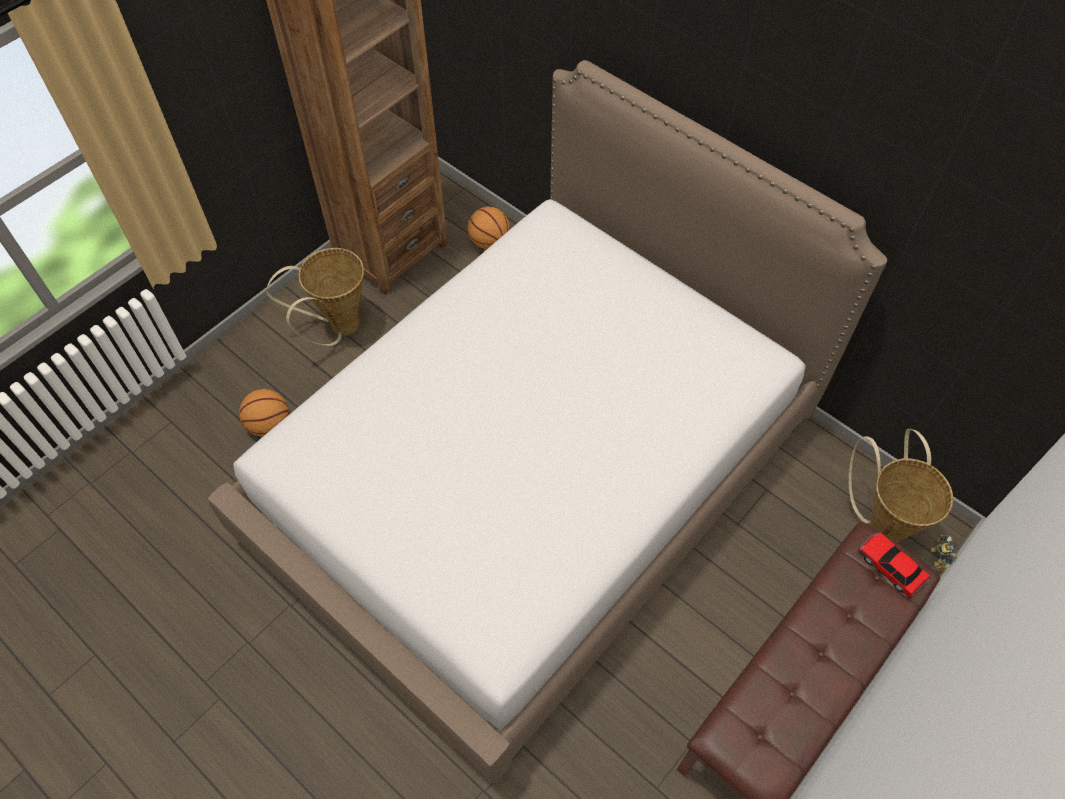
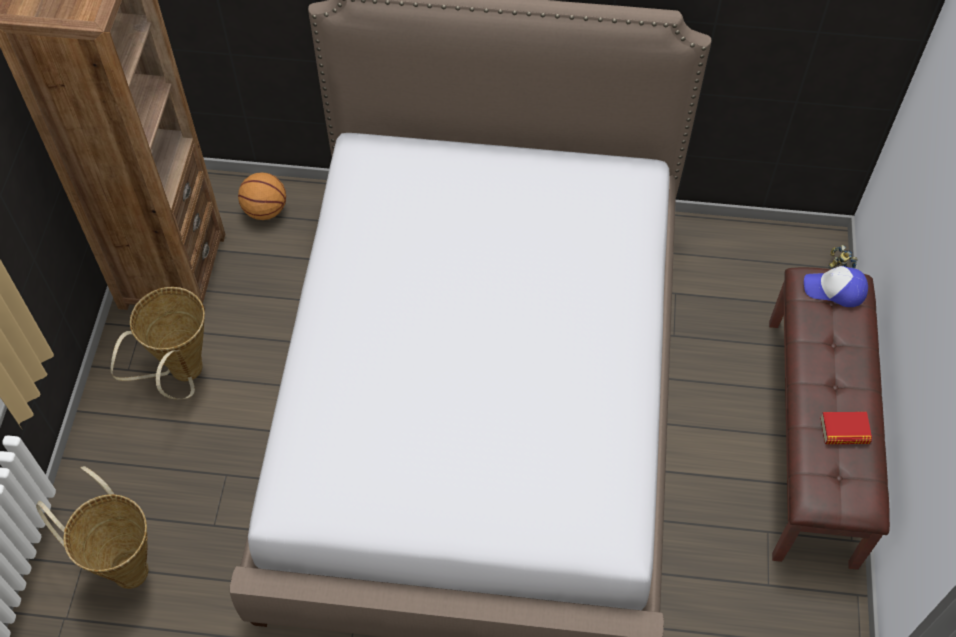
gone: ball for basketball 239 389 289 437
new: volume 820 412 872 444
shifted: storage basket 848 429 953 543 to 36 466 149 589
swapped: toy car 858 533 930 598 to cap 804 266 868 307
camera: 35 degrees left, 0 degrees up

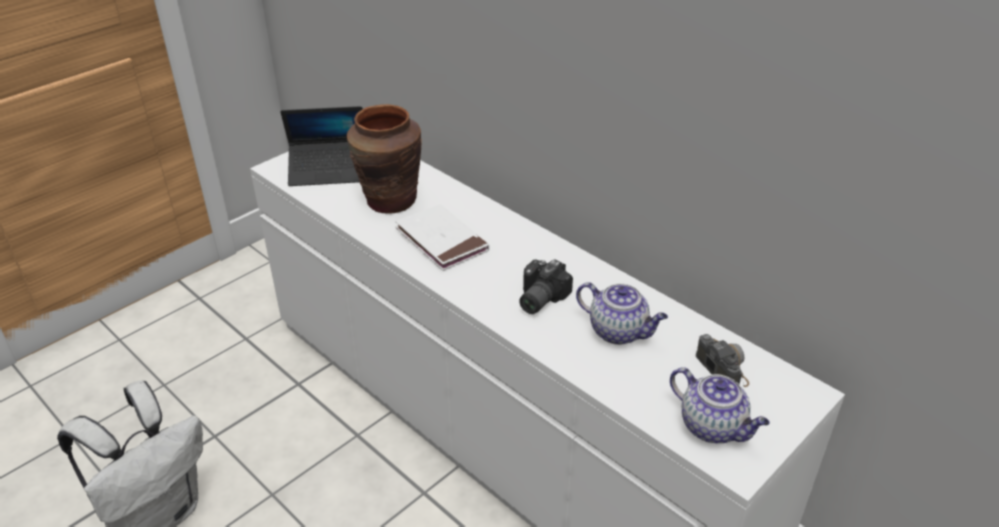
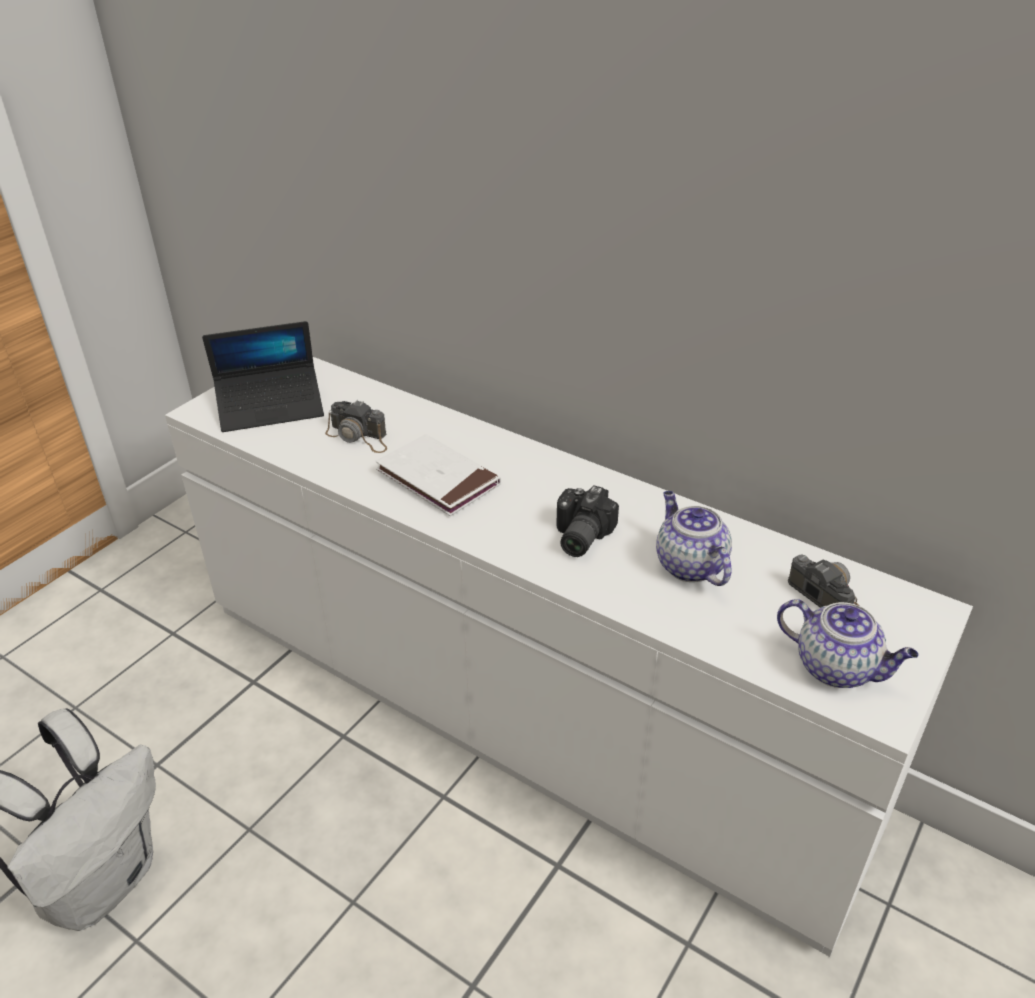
swapped: vase (brownish) 347 104 422 214 to photo camera 325 400 387 453
rotated: pot for tea 576 282 668 345 = 656 491 732 586 135 degrees counterclockwise
camera: 10 degrees left, 0 degrees up

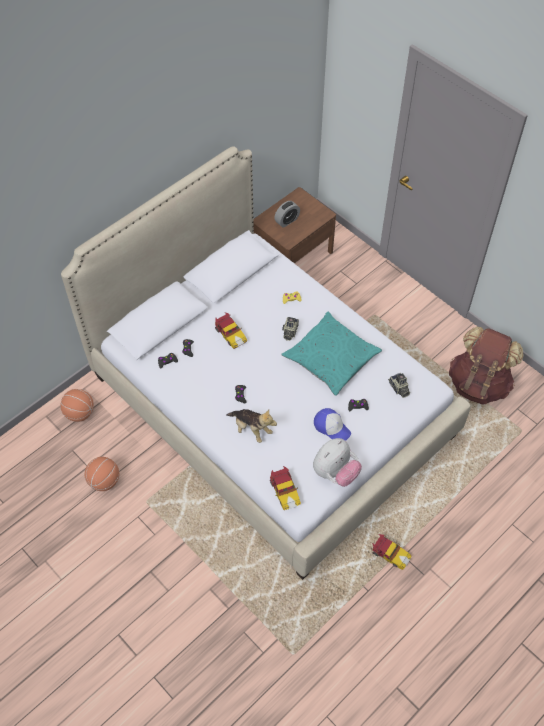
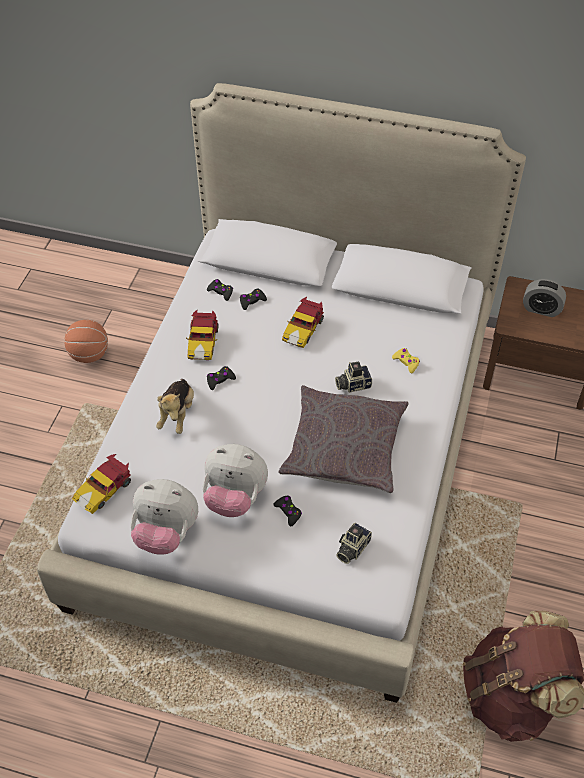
gone: ball for basketball 60 389 94 422
shifted: toy car 372 534 412 570 to 186 310 219 360
swapped: cap 314 408 351 441 to plush toy 202 444 268 517
repainted: throw pillow (blue-green) 282 311 382 396 to throw pillow (grey) 279 385 408 493
camera: 60 degrees right, 5 degrees down

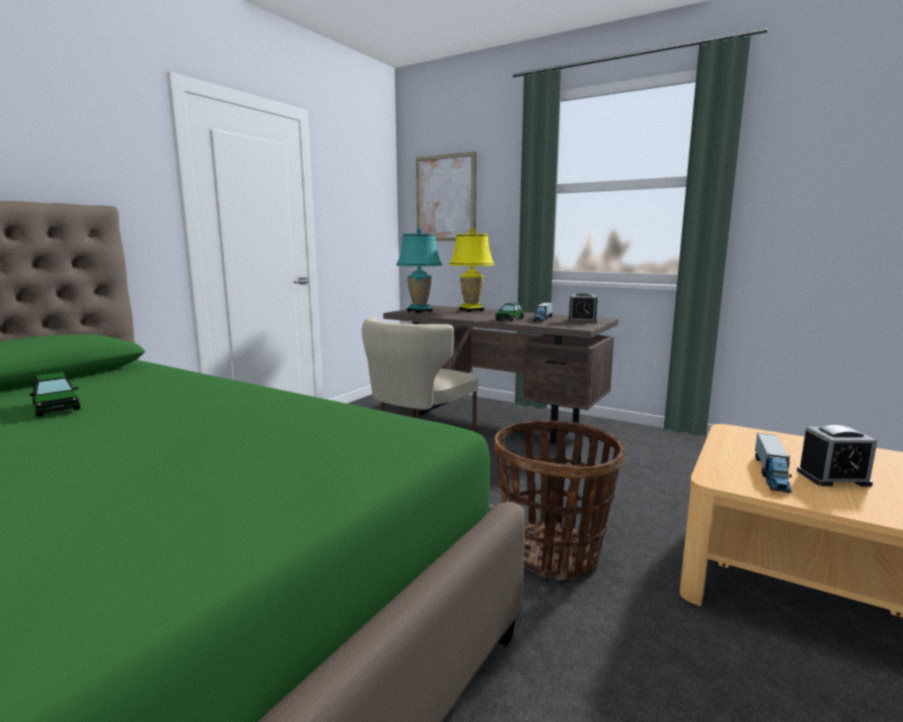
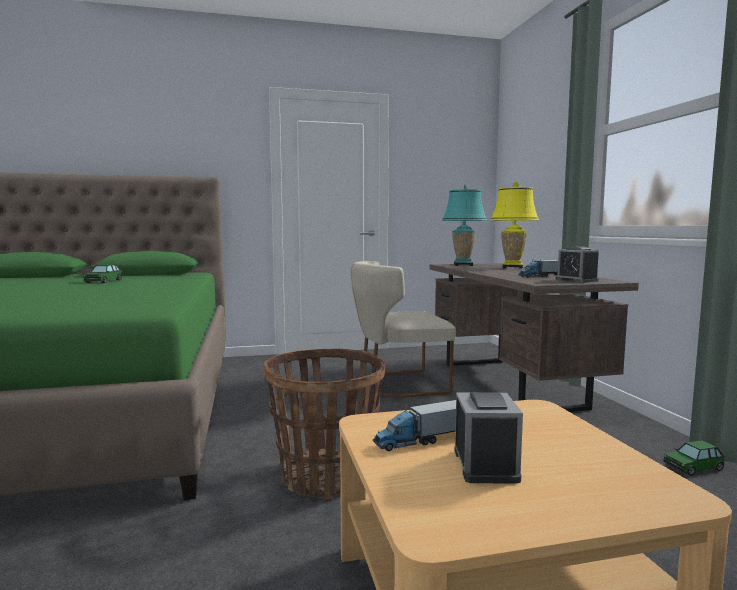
gone: wall art 416 152 477 241
shifted: toy car 495 303 524 321 to 663 440 725 476
rotated: alarm clock 797 425 878 486 = 455 392 523 484 135 degrees counterclockwise
camera: 45 degrees right, 5 degrees down

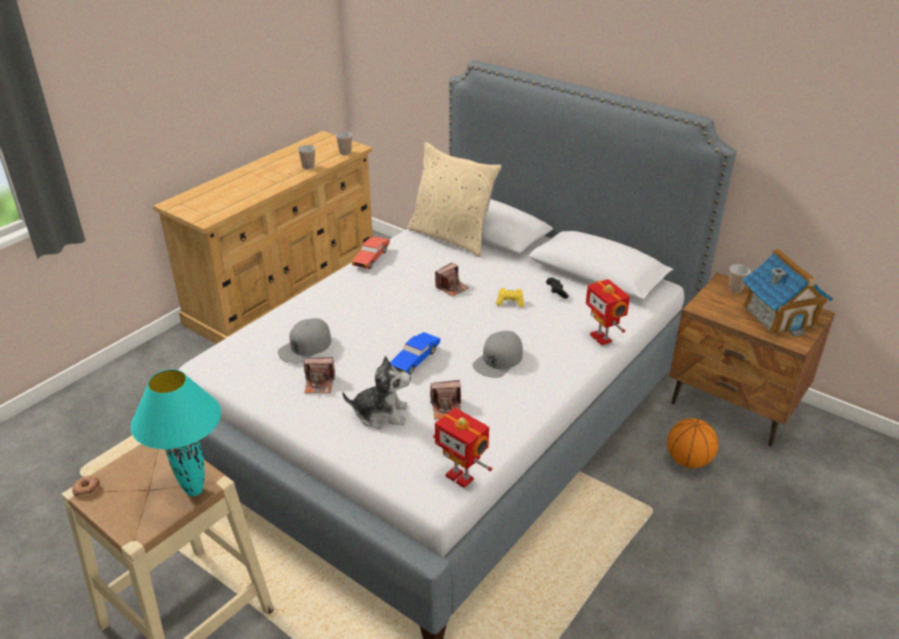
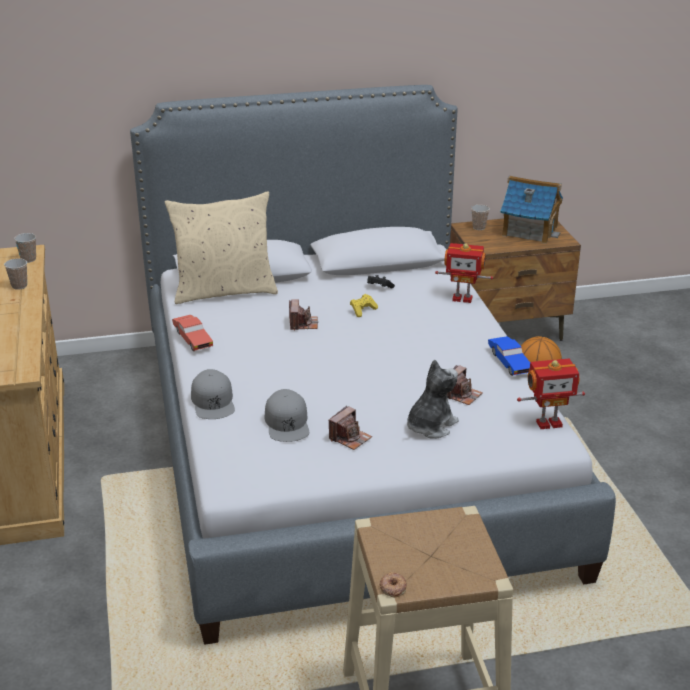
gone: table lamp (blue-green) 131 369 221 496
shifted: toy car (blue-coloured) 390 332 441 375 to 488 336 530 376; cap (grey) 473 331 523 378 to 191 369 235 419
camera: 50 degrees left, 5 degrees down

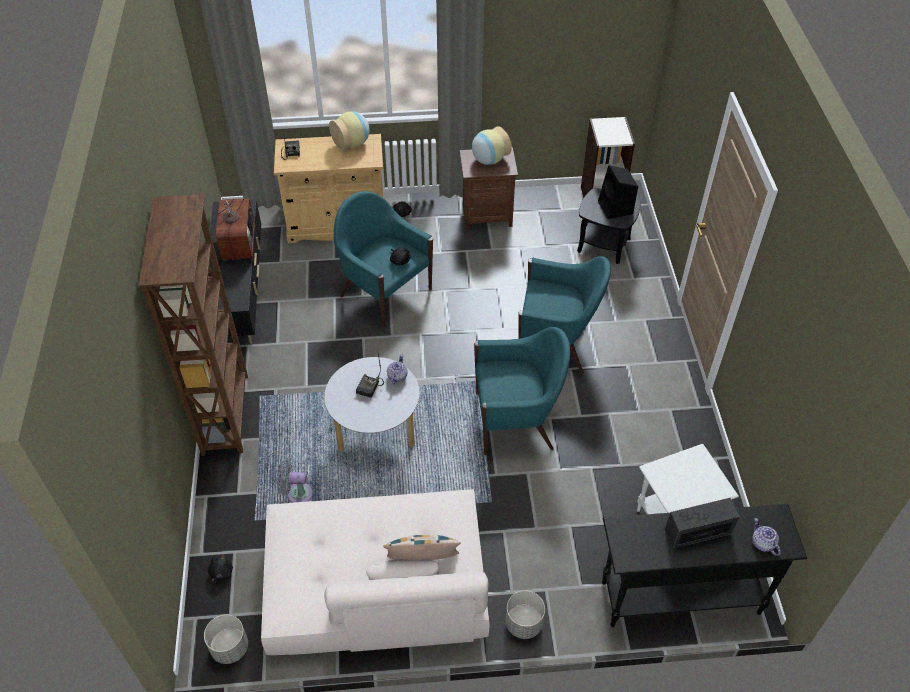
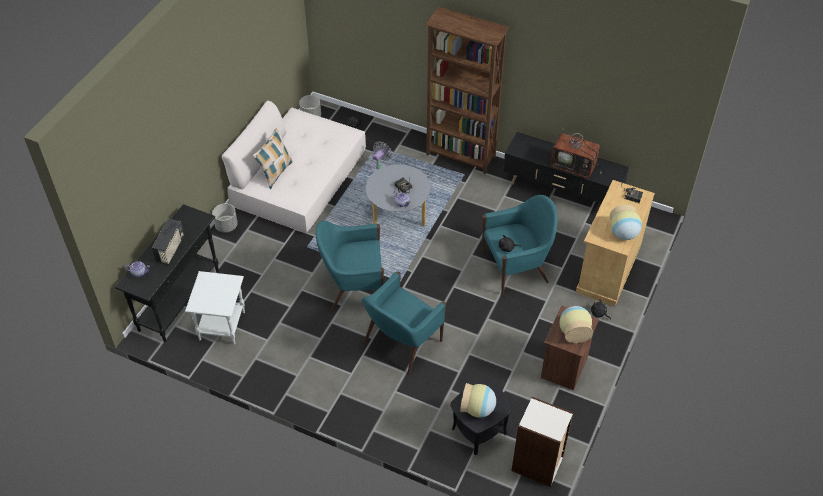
swapped: speaker (black-coloured) 598 165 638 219 to vase 460 383 496 418
rotated: lounge chair (blue-green) 474 327 570 455 = 316 220 384 311 60 degrees clockwise
camera: 120 degrees right, 0 degrees up

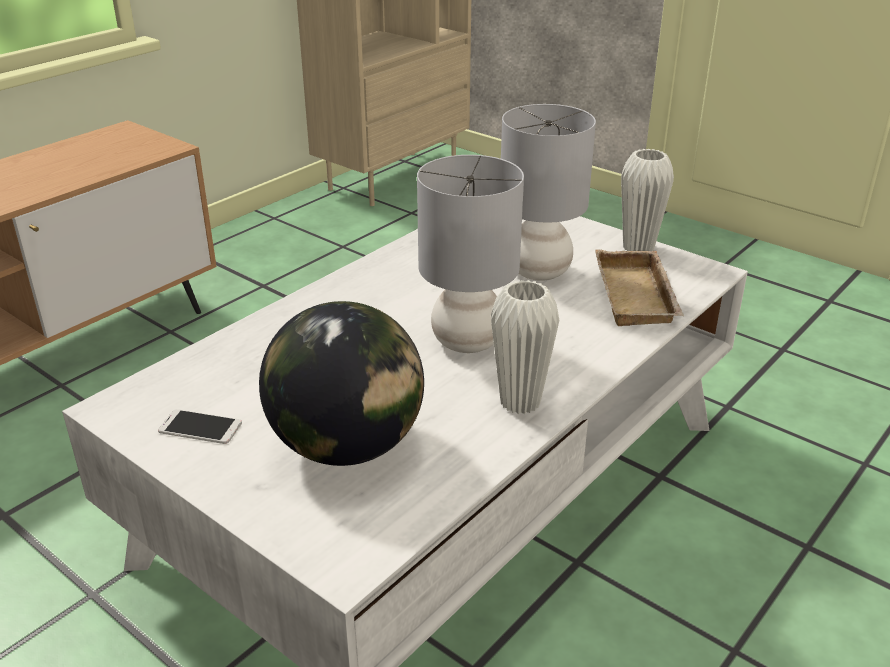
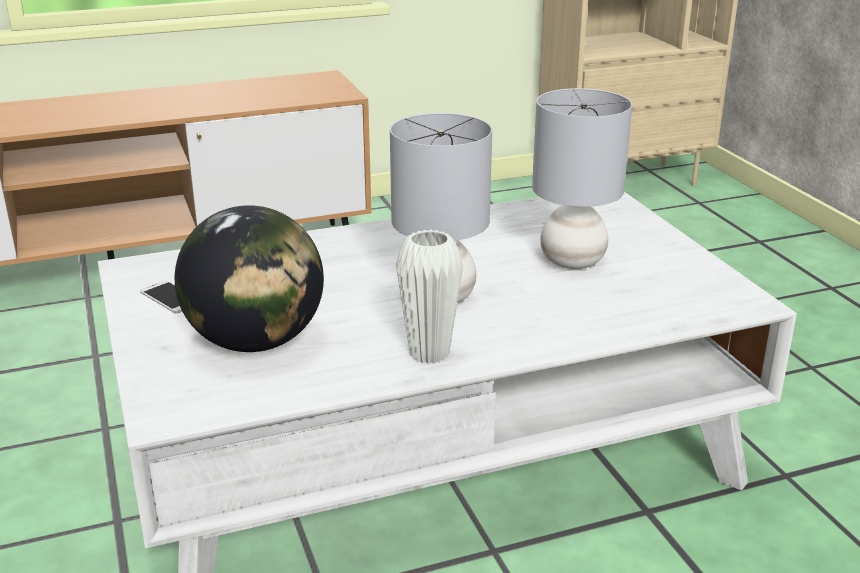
gone: serving tray (beige) 595 249 684 326; vase (white-coloured) 621 149 674 251
camera: 30 degrees right, 5 degrees down

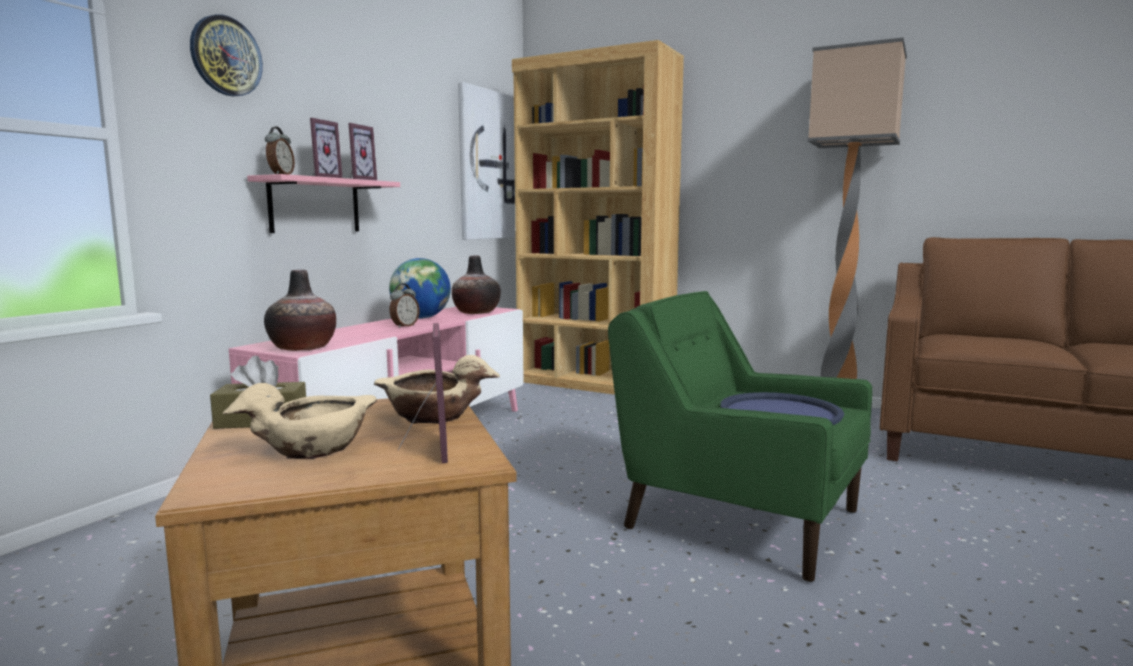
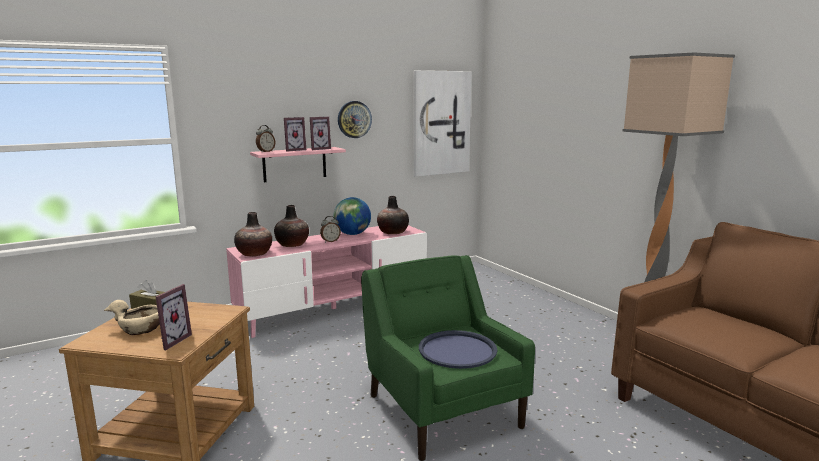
gone: deep dish (beige) 374 355 500 424; bookcase (brownish) 512 40 684 395
new: vase 274 205 309 247
shifted: hanging clock 190 14 263 96 to 338 101 372 138
camera: 30 degrees right, 5 degrees up

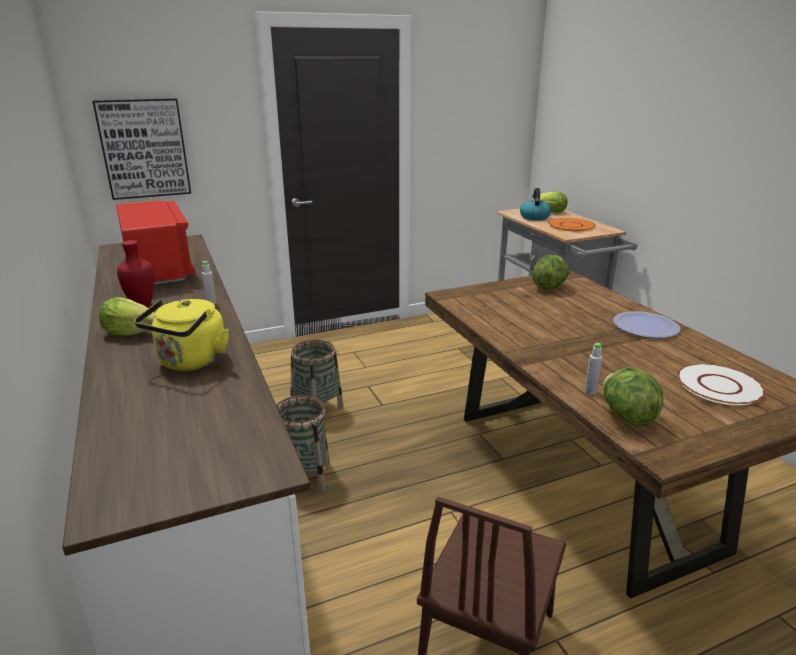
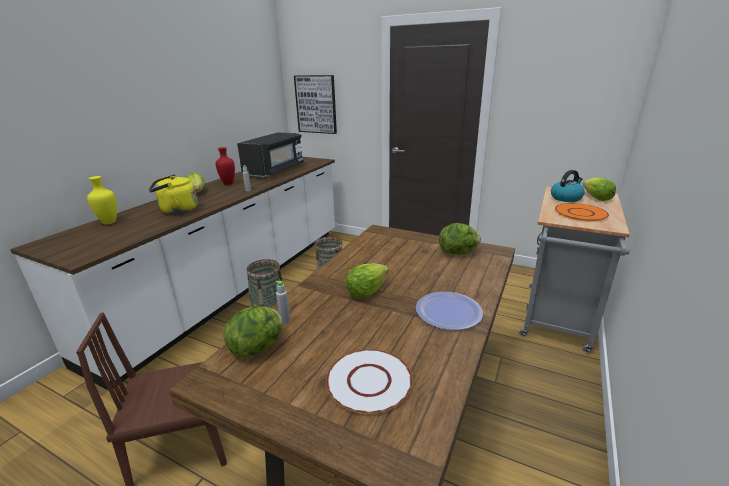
new: vase (yellowish) 87 176 117 225; lettuce head 345 263 389 298
repainted: microwave oven (red-coloured) 116 200 196 284 to microwave oven (black-coloured) 237 132 304 177
camera: 50 degrees right, 0 degrees up

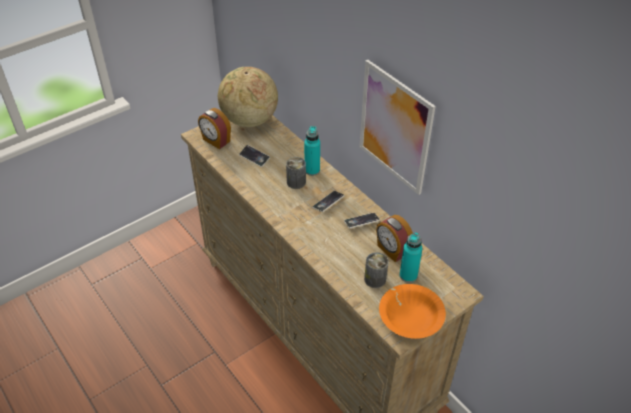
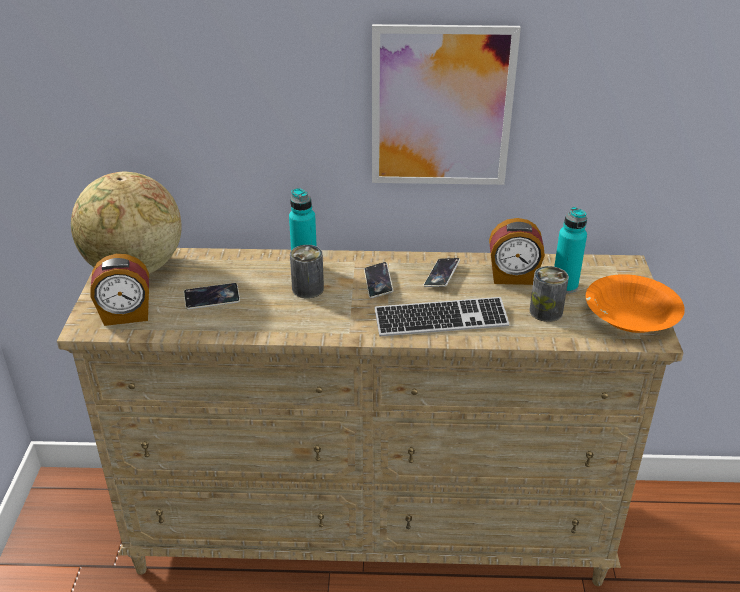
new: PC keyboard 374 297 509 336
camera: 50 degrees left, 10 degrees down

